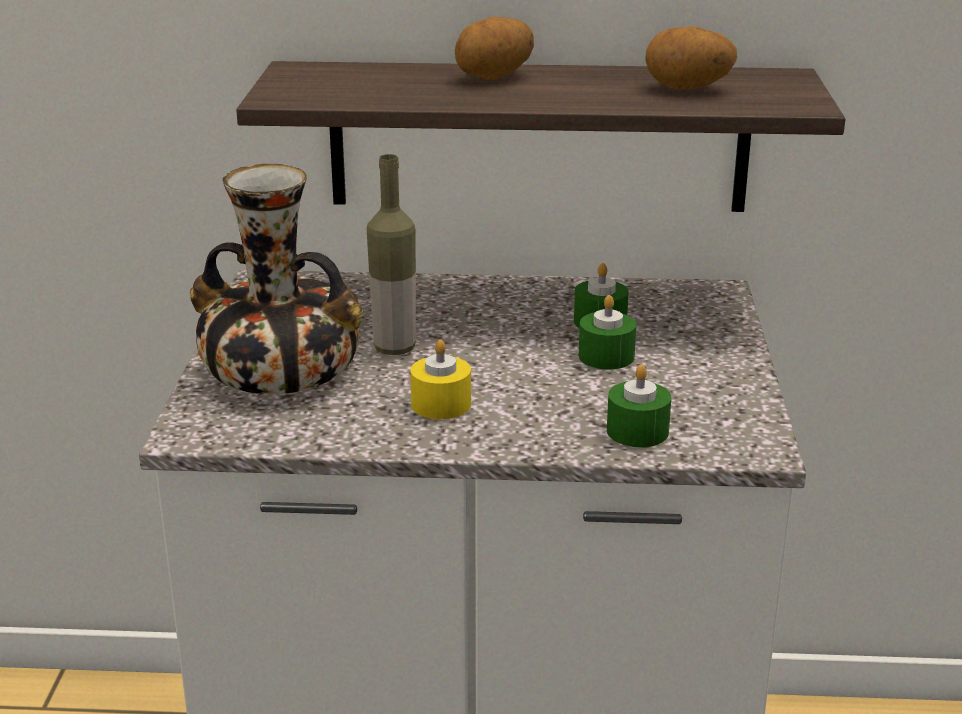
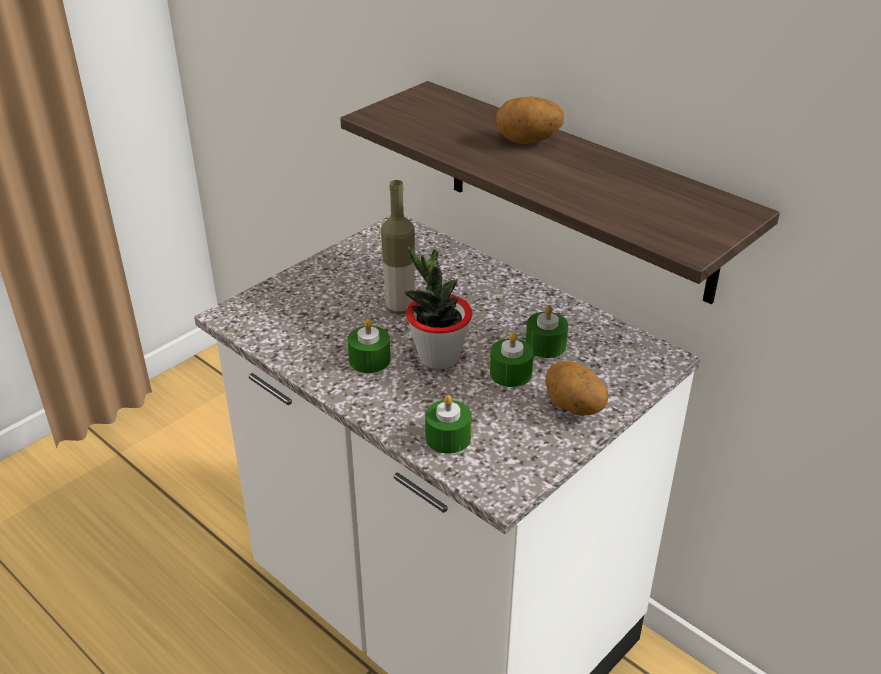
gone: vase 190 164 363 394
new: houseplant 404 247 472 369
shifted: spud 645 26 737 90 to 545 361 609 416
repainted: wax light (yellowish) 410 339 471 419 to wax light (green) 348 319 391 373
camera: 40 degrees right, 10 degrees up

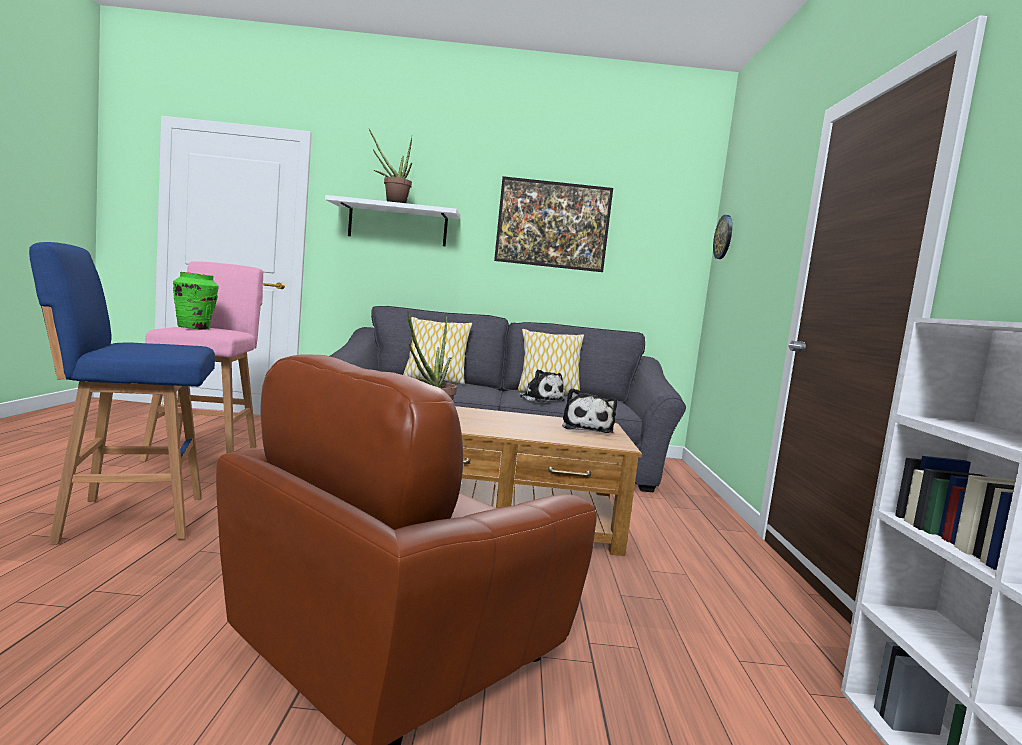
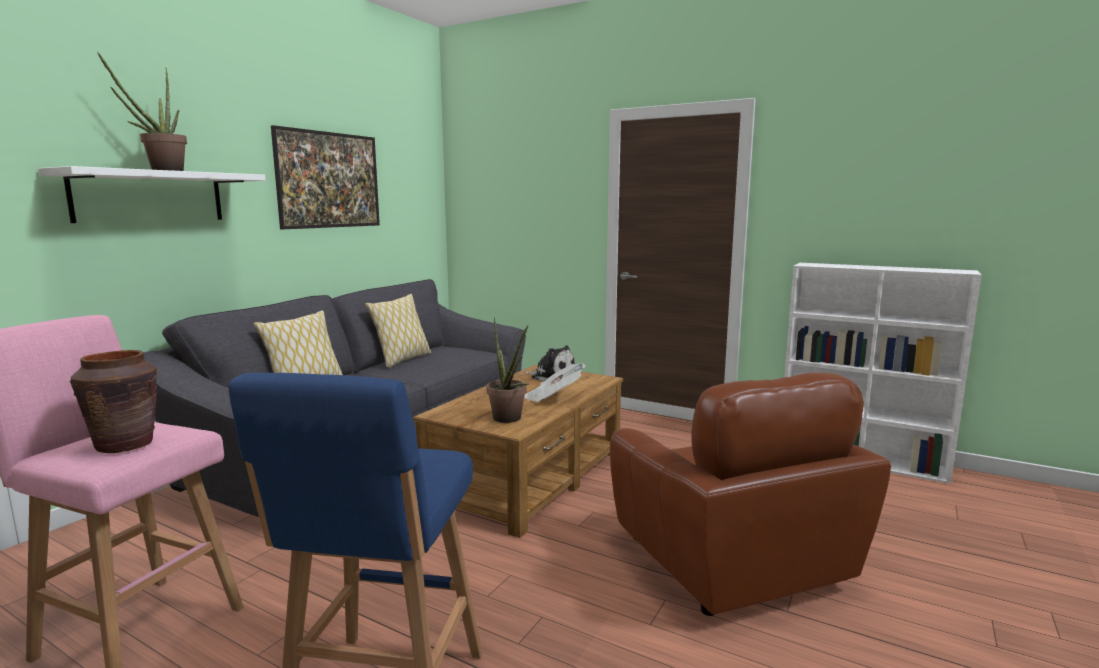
gone: plush toy 519 369 565 402; hanging clock 713 215 732 259
new: daily paper 524 363 586 403
repainted: vase (green) 173 272 219 330 to vase (brownish) 70 350 157 453
camera: 60 degrees left, 5 degrees up

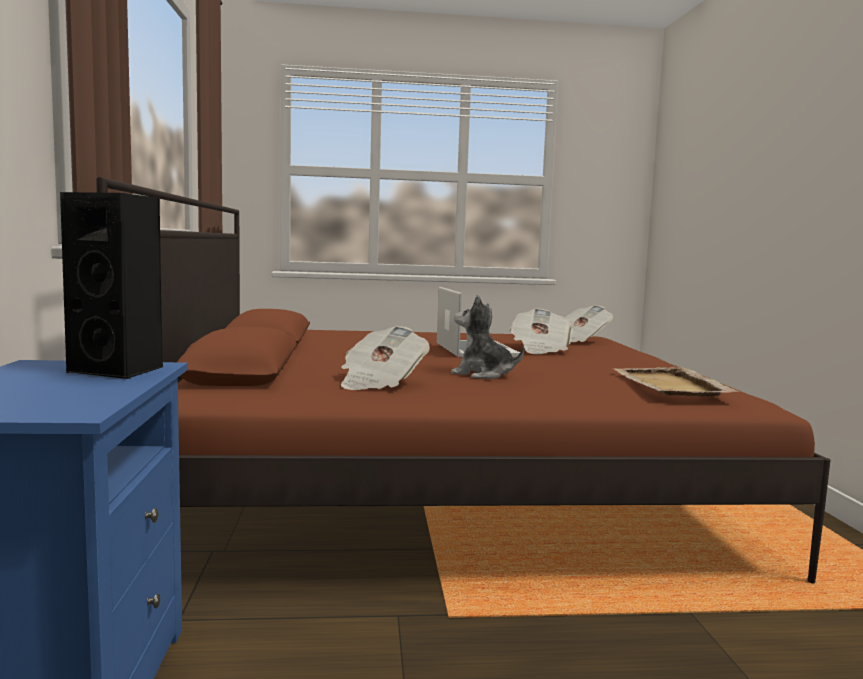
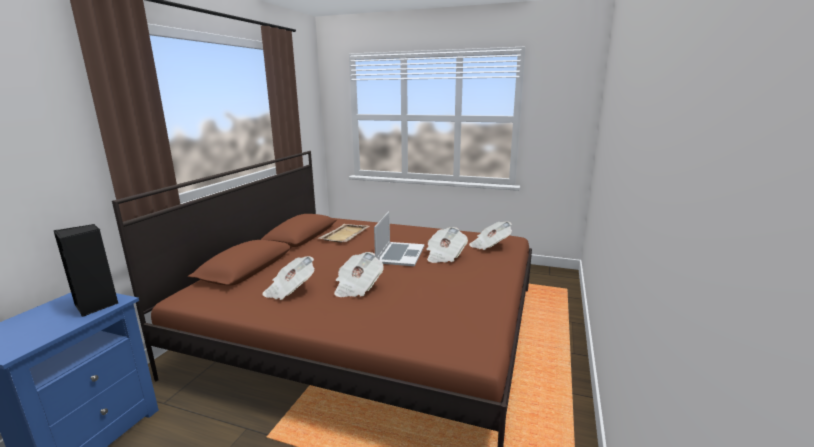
shifted: serving tray (beige) 615 367 740 397 to 318 224 370 243
swapped: plush toy 451 295 524 379 to daily paper 334 252 384 297
camera: 25 degrees right, 10 degrees up

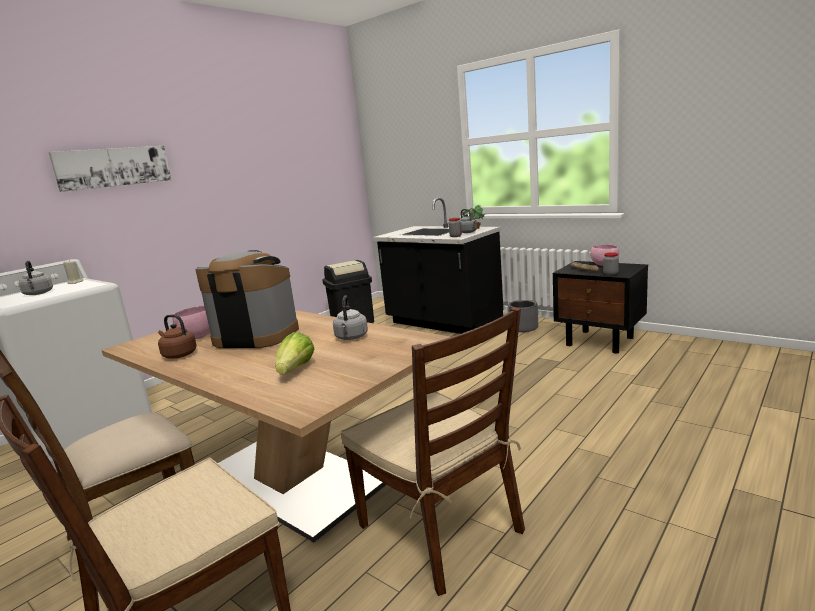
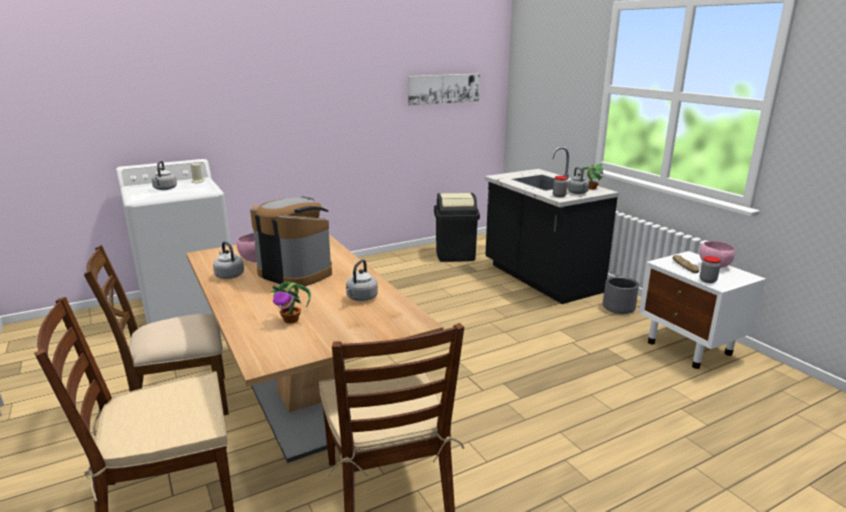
shifted: wall art 49 146 171 192 to 408 74 480 105
swapped: lettuce head 276 332 314 374 to houseplant 270 282 311 323
repainted: water kettle (brownish) 158 315 197 359 to water kettle (grey) 213 241 244 279; bedside table (black-coloured) 553 261 648 354 to bedside table (white-coloured) 639 251 766 369
camera: 20 degrees right, 5 degrees up

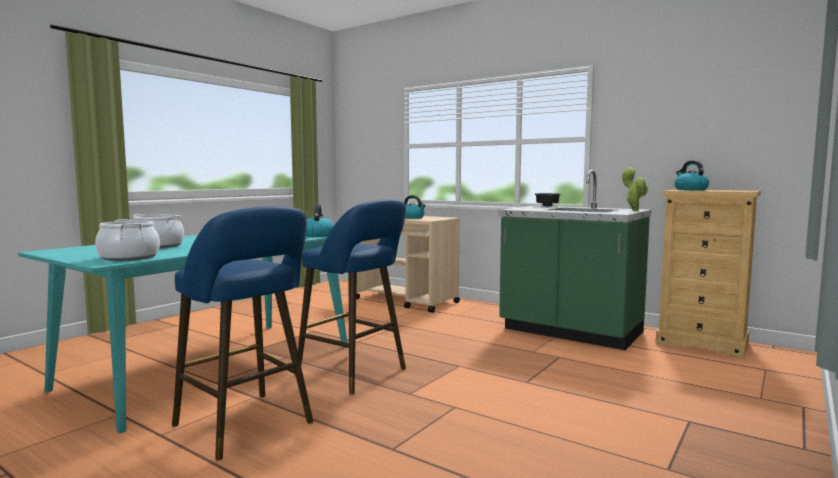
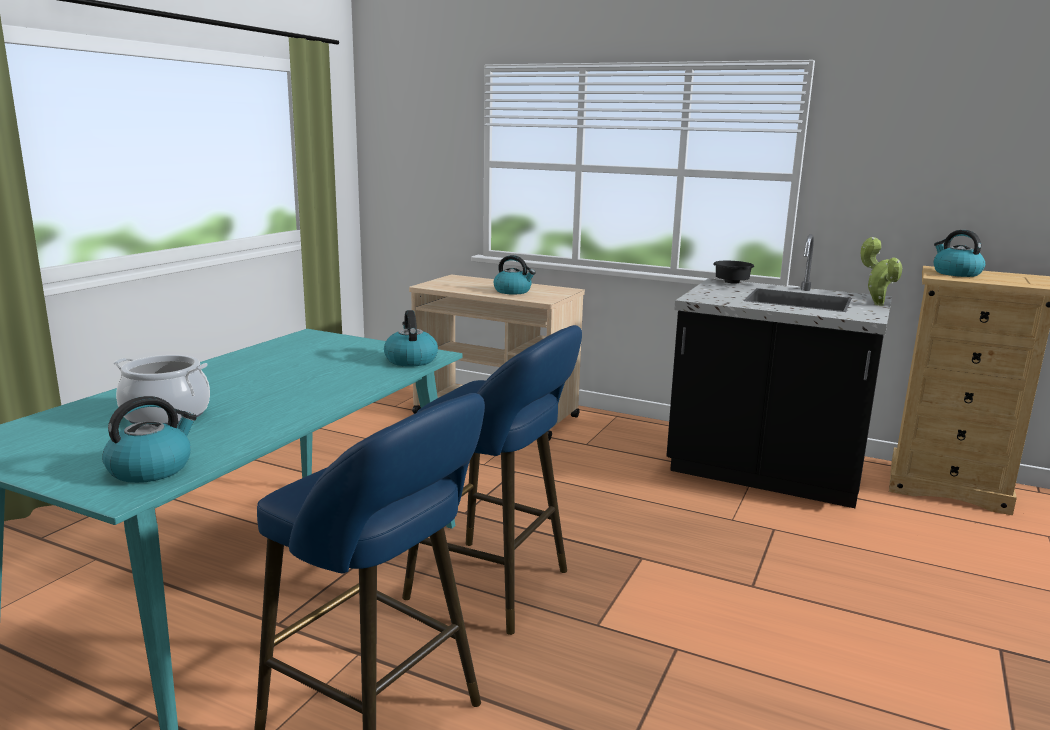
swapped: stockpot 95 219 160 261 to water kettle 102 396 197 483
repainted: kitchen base unit (green) 498 170 652 350 to kitchen base unit (black-coloured) 666 234 892 508
camera: 10 degrees left, 10 degrees up

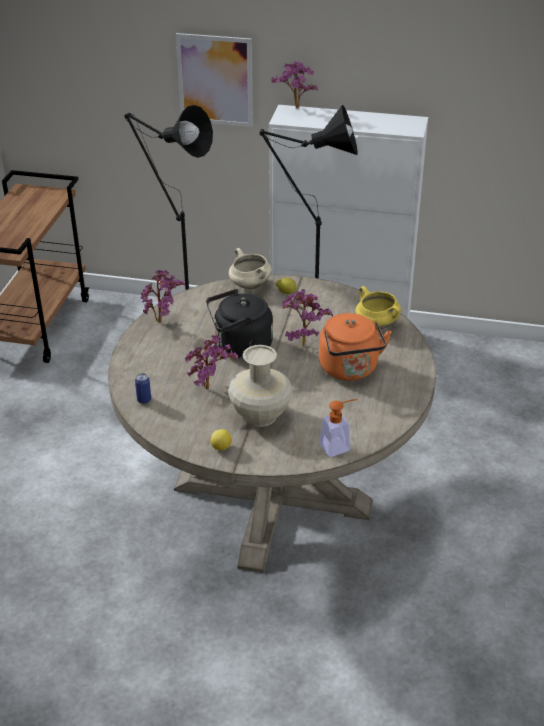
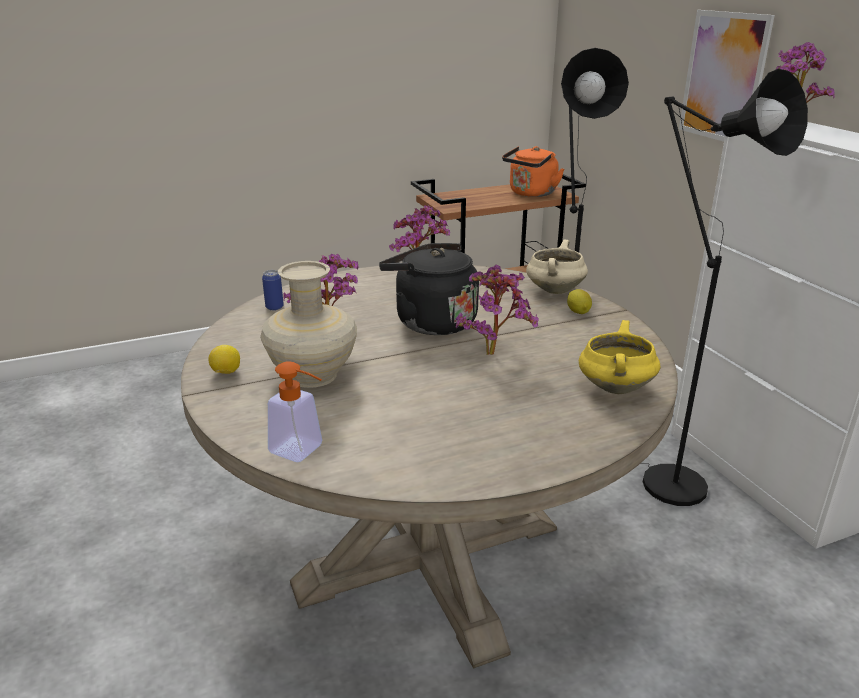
shifted: water kettle (orange) 319 313 392 381 to 502 146 564 197
camera: 55 degrees right, 10 degrees down

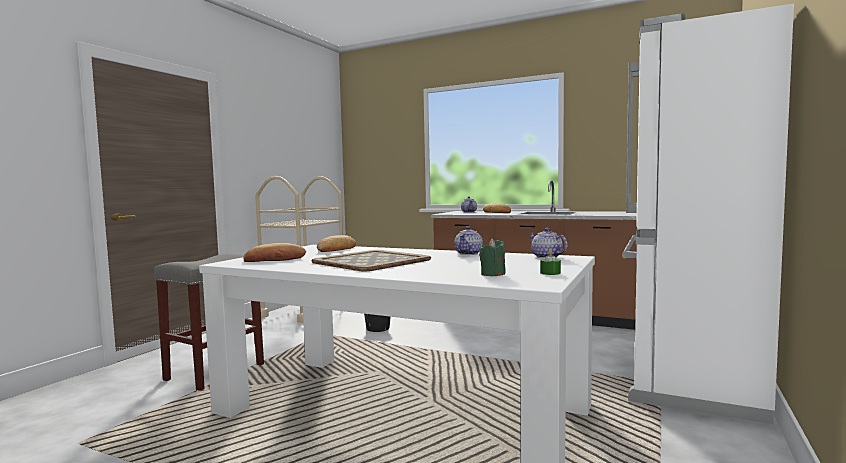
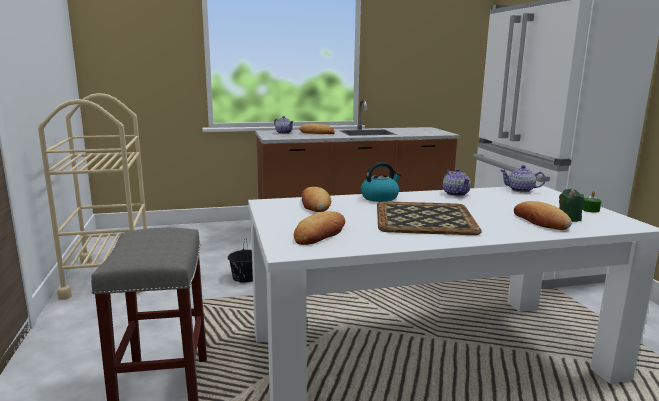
new: water kettle 361 162 401 202; bakery bread 514 201 572 230
camera: 40 degrees left, 10 degrees up

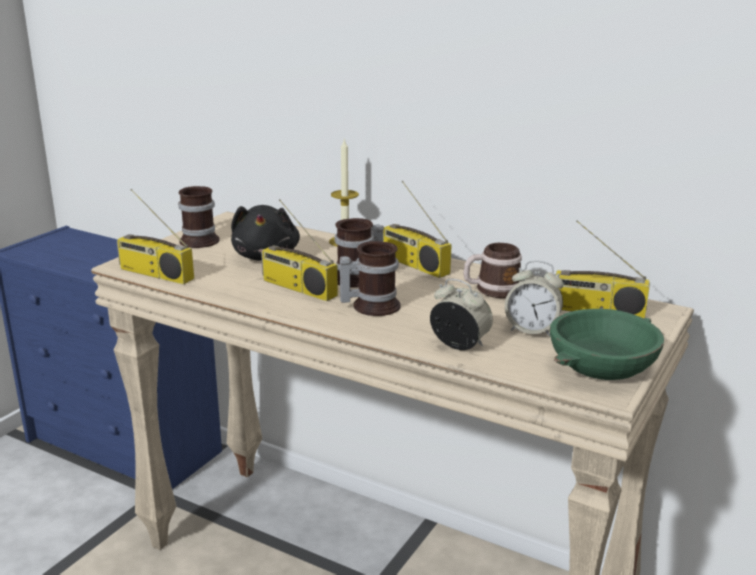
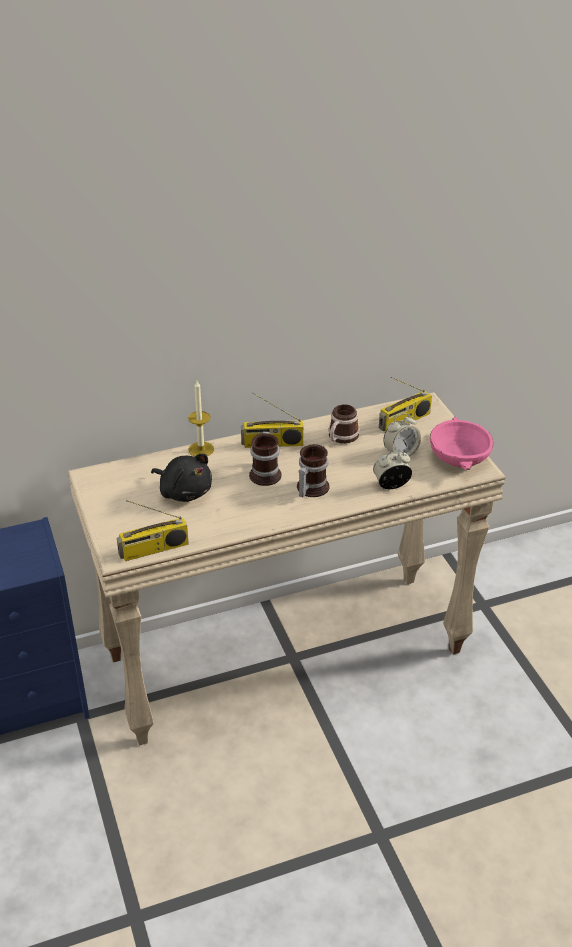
gone: tea mug 178 186 220 248; radio receiver 261 199 338 301
repainted: deep dish (green) 550 309 664 380 to deep dish (pink) 430 417 493 470
camera: 50 degrees left, 15 degrees up

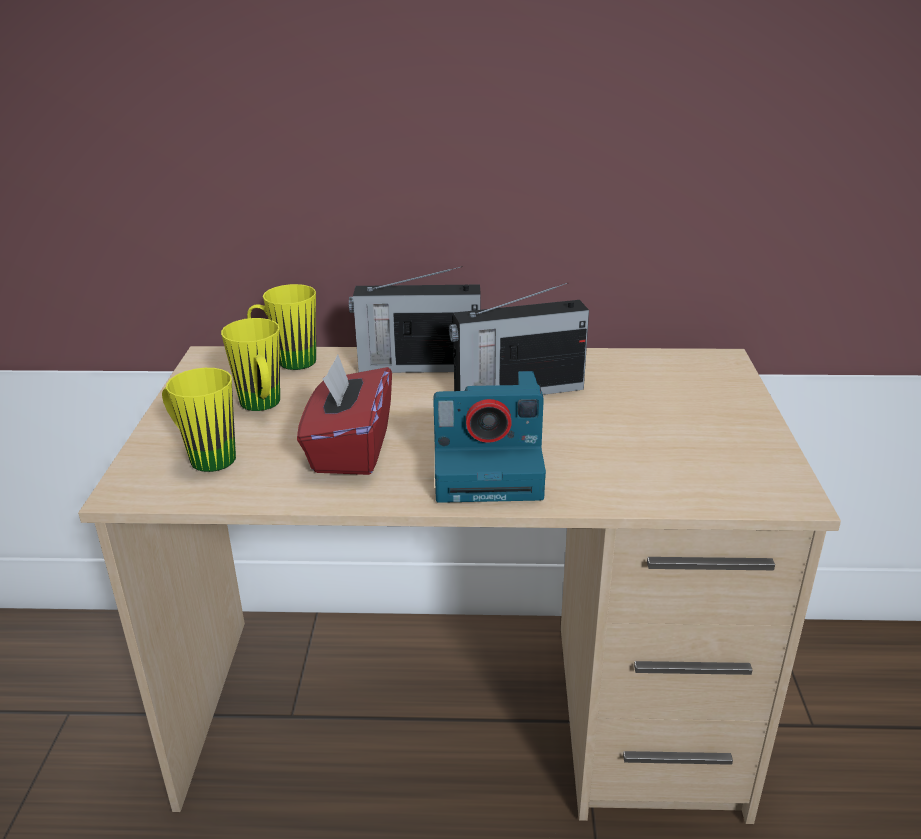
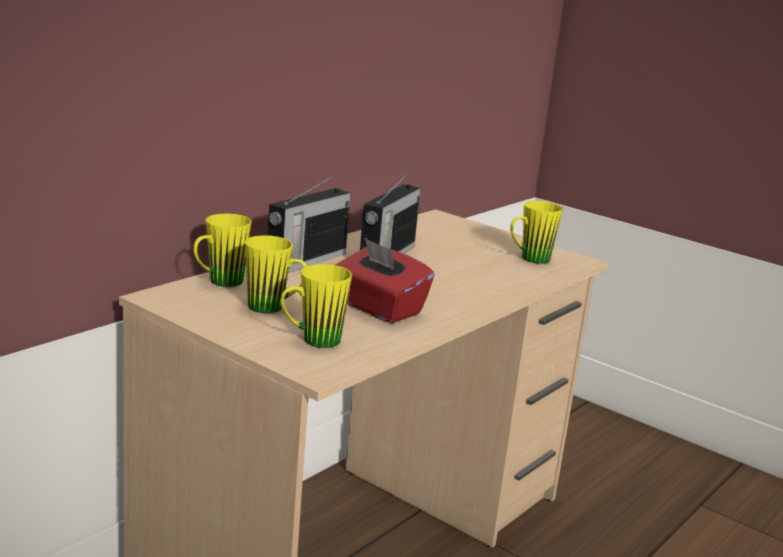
gone: photo camera 433 371 546 503
new: tea mug (yellowish) 510 201 563 264
camera: 55 degrees left, 10 degrees down

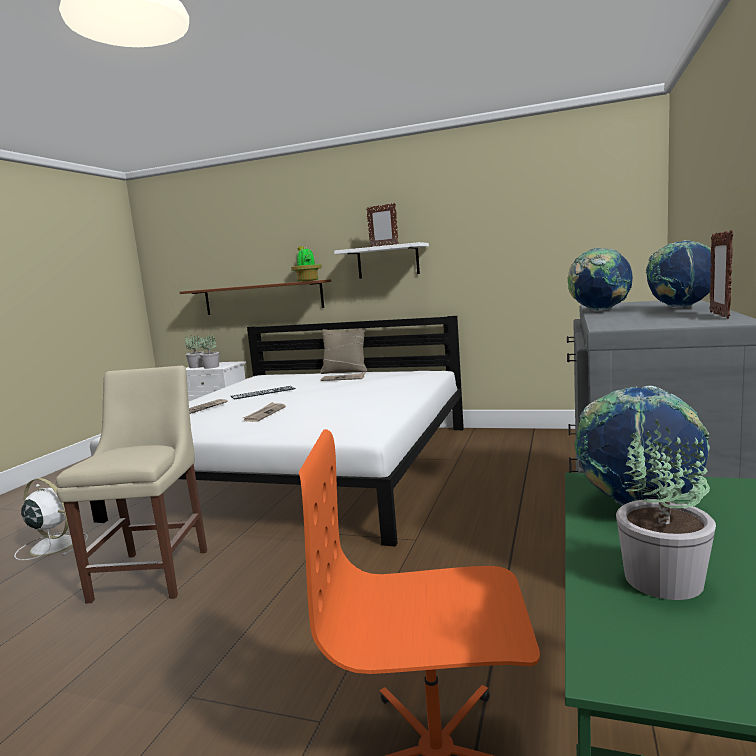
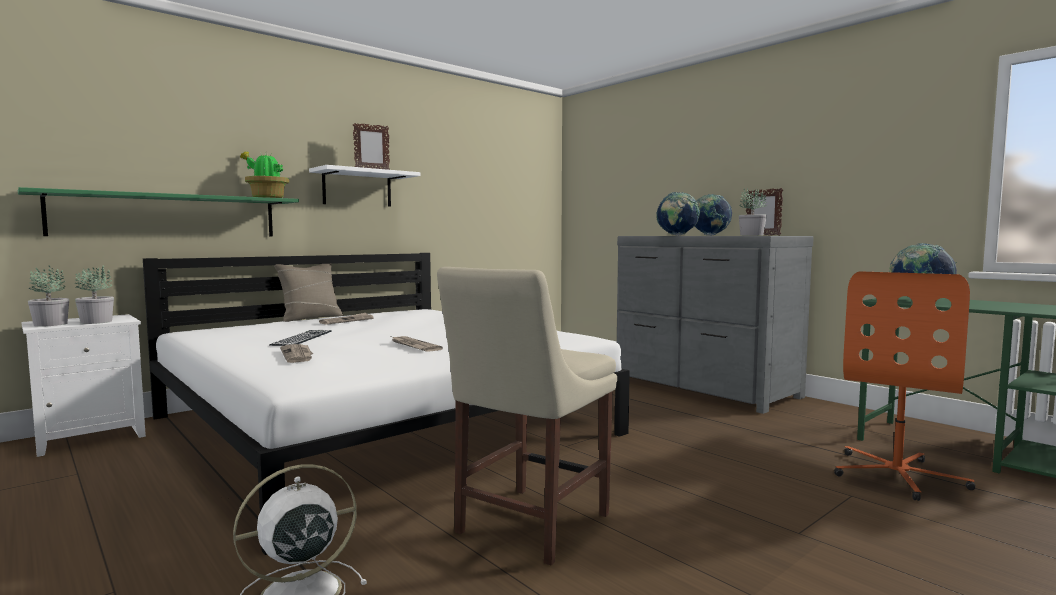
shifted: houseplant 616 419 716 600 to 739 189 767 236
repainted: bracket shelf (brownish) 180 279 331 315 to bracket shelf (green) 18 187 299 236
rotated: chair (beige) 56 366 207 603 = 437 267 617 565 90 degrees counterclockwise
camera: 60 degrees left, 5 degrees down

